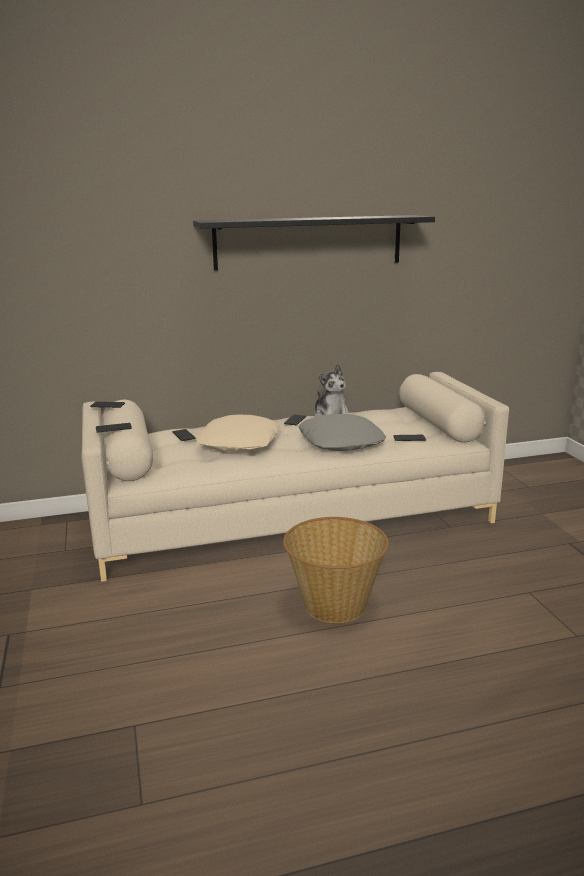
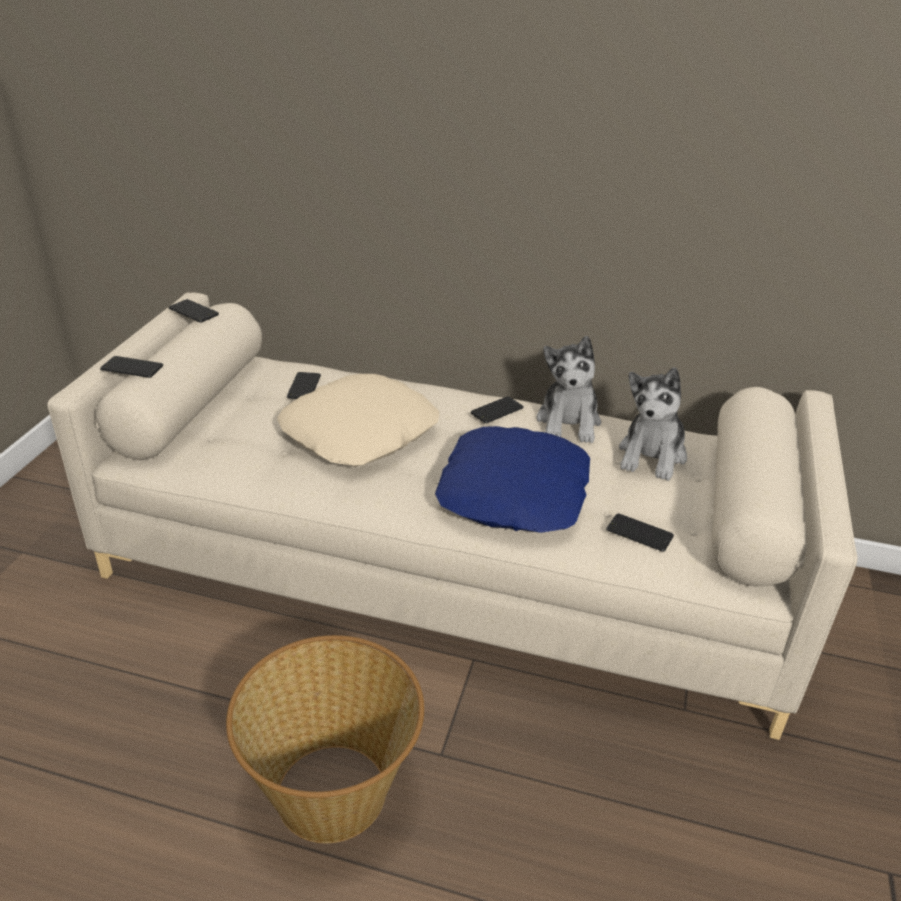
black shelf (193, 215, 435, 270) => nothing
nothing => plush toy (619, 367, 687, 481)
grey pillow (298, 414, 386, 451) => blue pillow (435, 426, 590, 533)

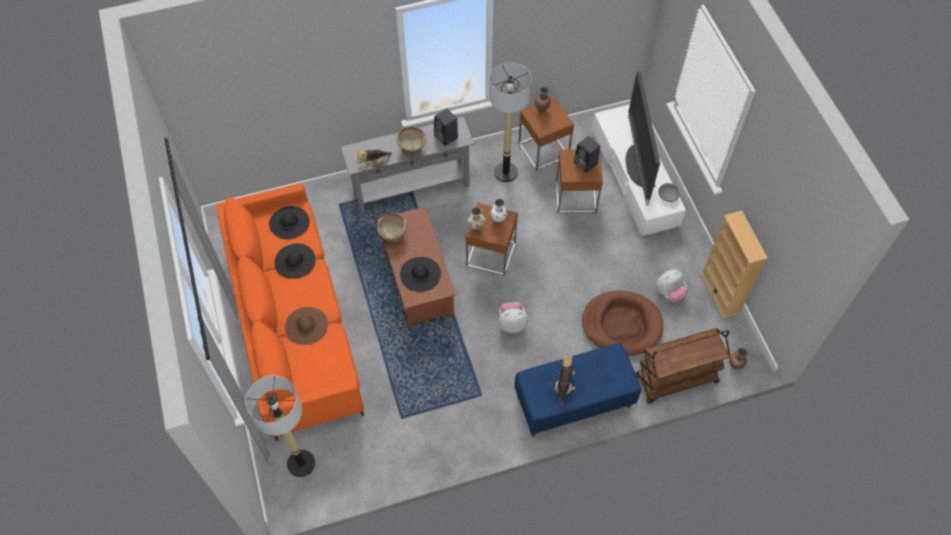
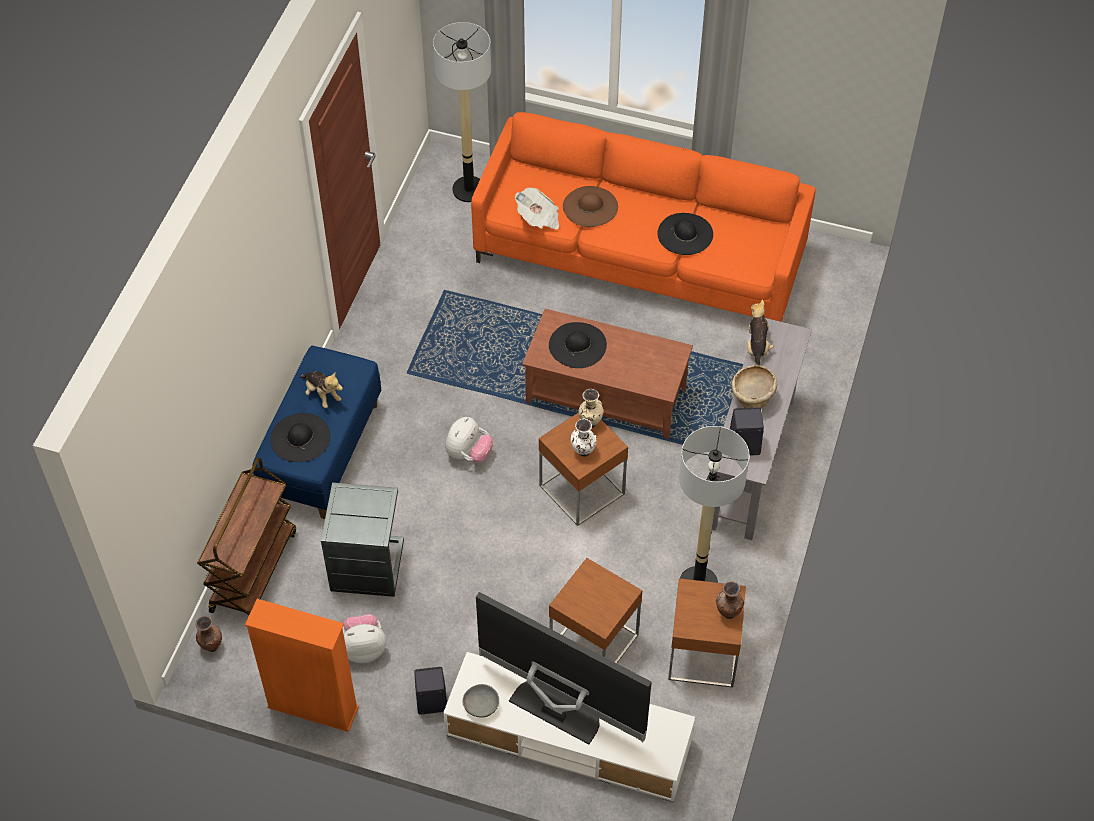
beige bowl (377, 213, 407, 243) => nothing
nothing => newspaper (515, 188, 559, 229)
black hat (269, 206, 310, 239) => black hat (270, 413, 330, 462), move
black speaker (574, 136, 600, 173) => black speaker (414, 667, 447, 715), move
brown dog bed (582, 291, 663, 356) => grey side table (321, 482, 404, 597)
beige bookcase (701, 210, 768, 318) => orange bookcase (245, 599, 359, 732)
plush toy (656, 269, 688, 303) => plush toy (342, 614, 386, 663), 75 degrees clockwise

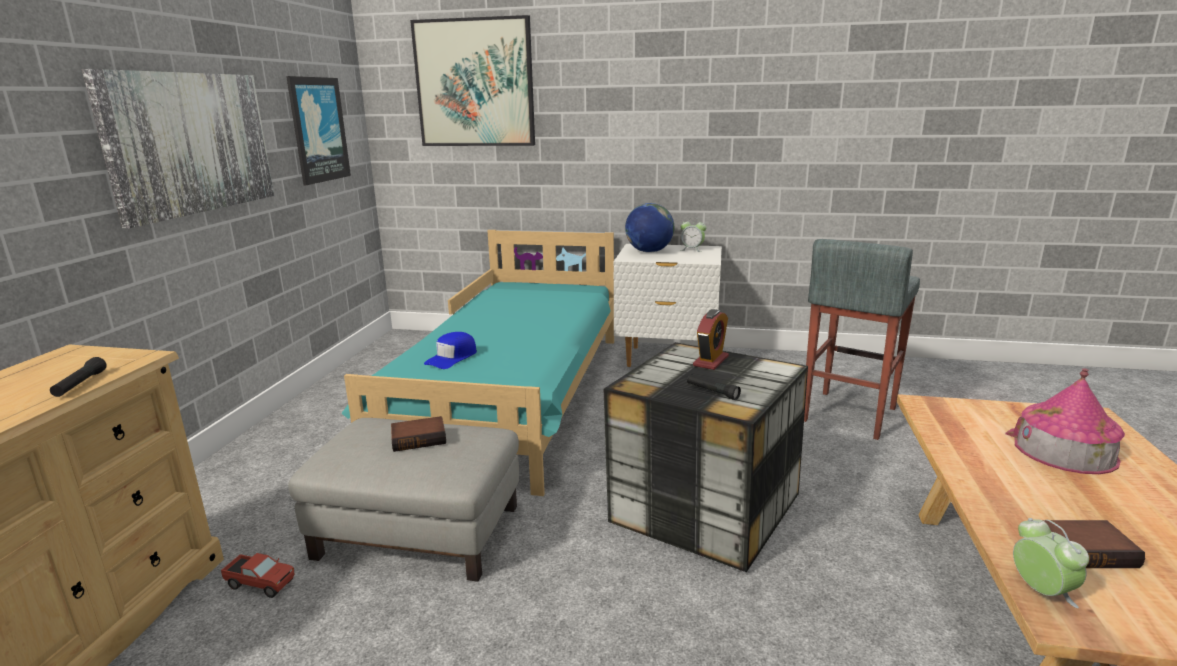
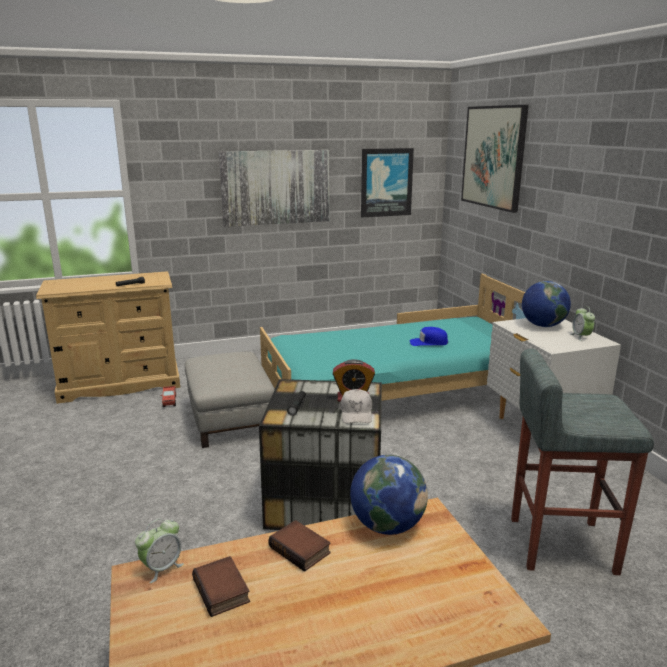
toy house (1005, 368, 1125, 474) => nothing
nothing => white cap (340, 389, 372, 423)
nothing => globe (350, 455, 428, 535)
book (391, 416, 446, 452) => book (268, 520, 331, 572), move
blue cap (424, 332, 477, 369) => blue cap (410, 327, 448, 346), move

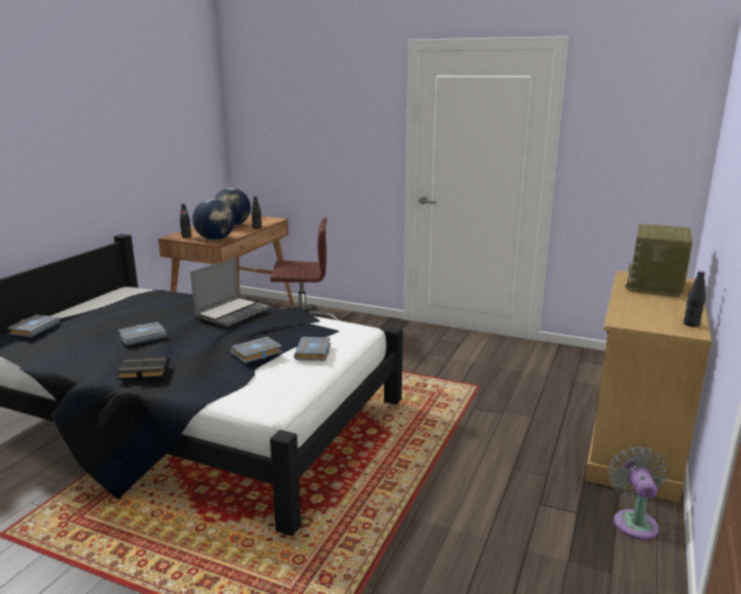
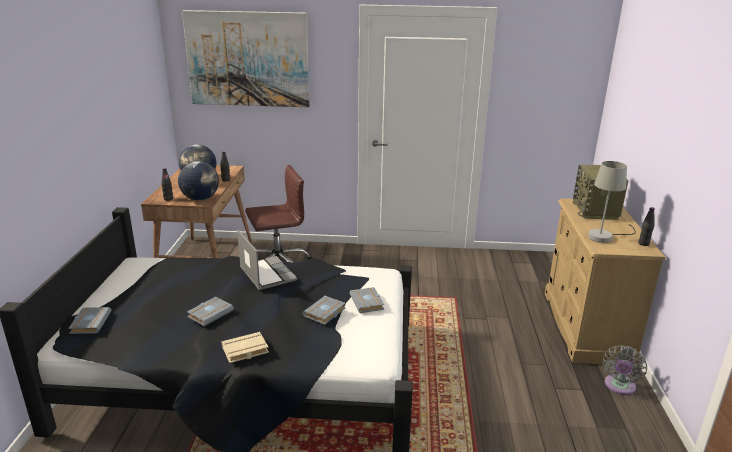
nothing => picture (182, 10, 309, 107)
nothing => grey table lamp (588, 161, 636, 243)
black book (116, 356, 169, 380) => beige book (221, 332, 269, 363)
laptop (190, 257, 269, 327) => laptop (237, 230, 297, 290), 45 degrees counterclockwise
grey fan (608, 447, 668, 540) => grey fan (603, 345, 647, 395), 135 degrees counterclockwise

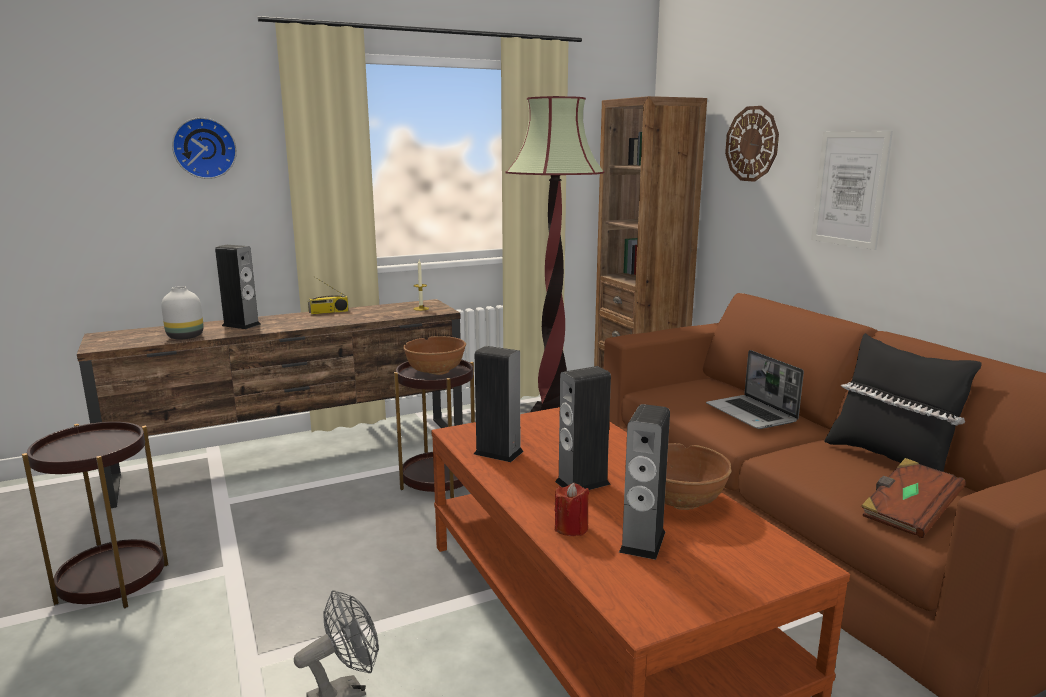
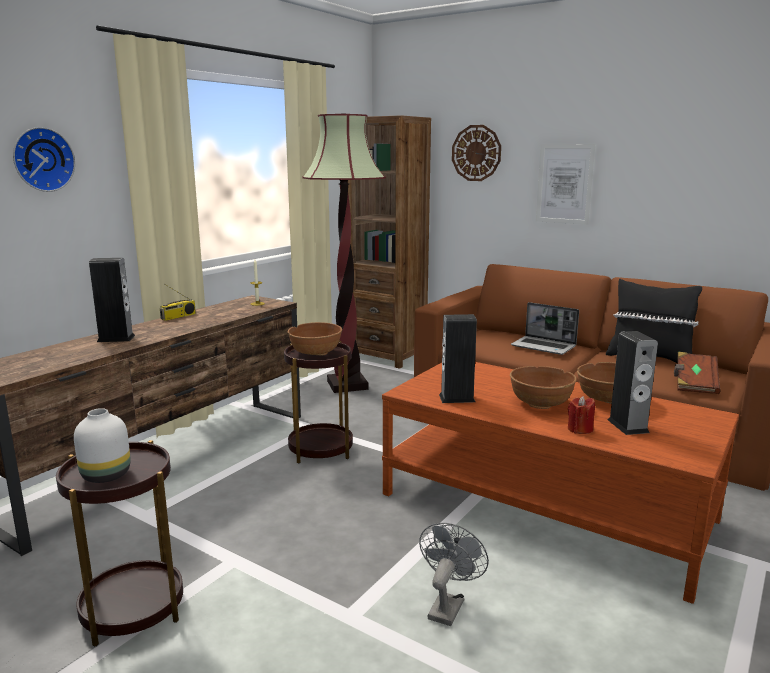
white vase (161, 286, 204, 339) => white vase (74, 408, 131, 483), move
speaker (555, 366, 611, 490) => brown bowl (510, 366, 577, 409)

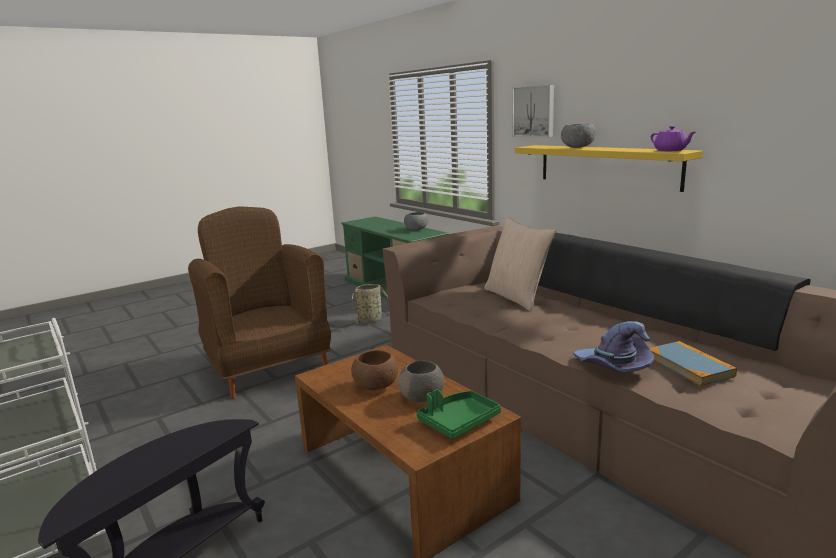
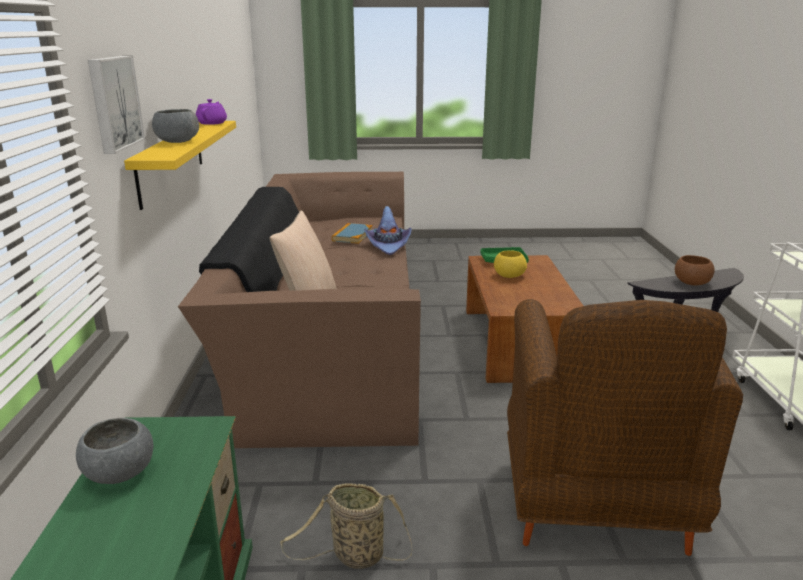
brown bowl (351, 350, 398, 390) => brown bowl (675, 255, 715, 285), move
grey bowl (398, 361, 444, 402) => yellow bowl (494, 250, 527, 278)

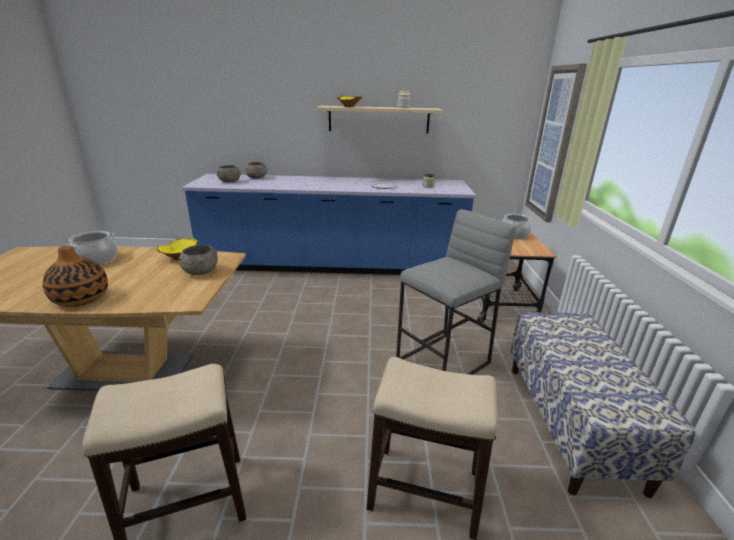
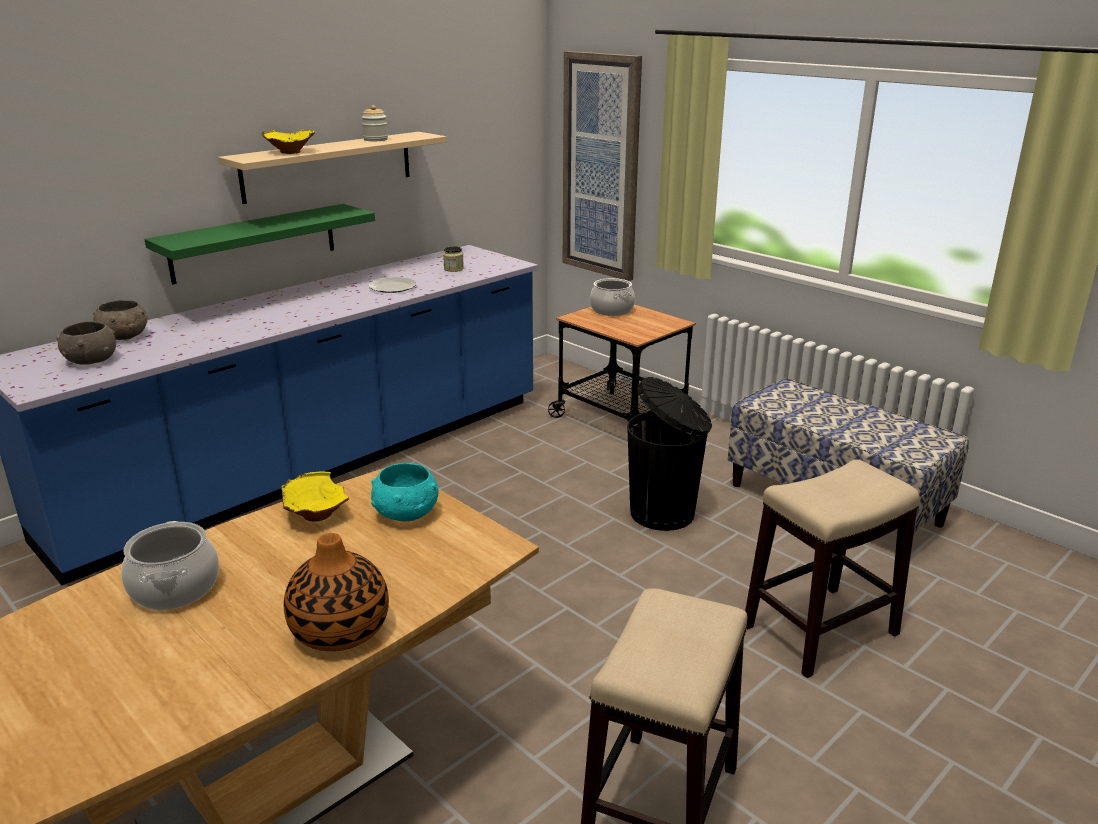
nothing => green shelf (144, 204, 375, 285)
grey stool (396, 209, 516, 375) => black trash can (627, 377, 712, 531)
grey bowl (179, 245, 218, 275) => turquoise bowl (371, 463, 438, 521)

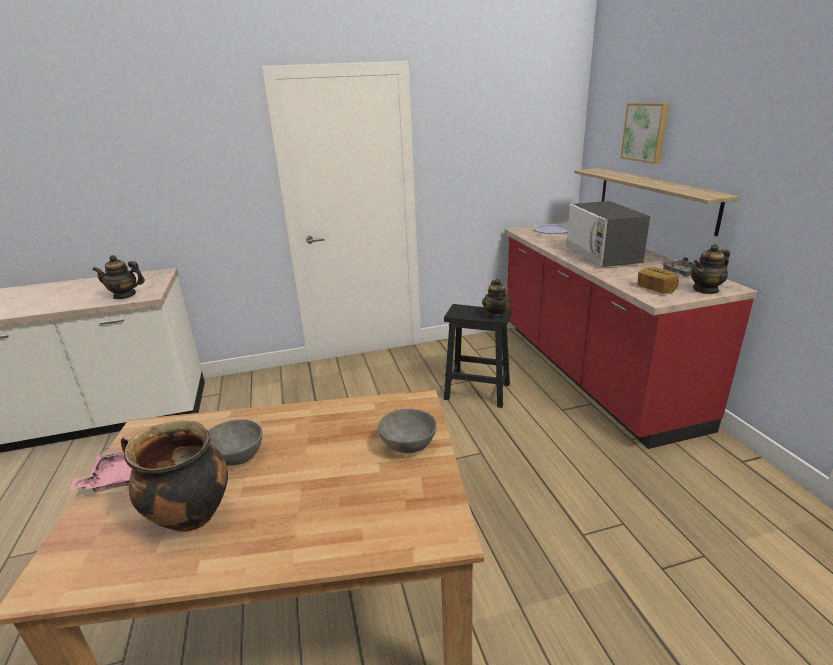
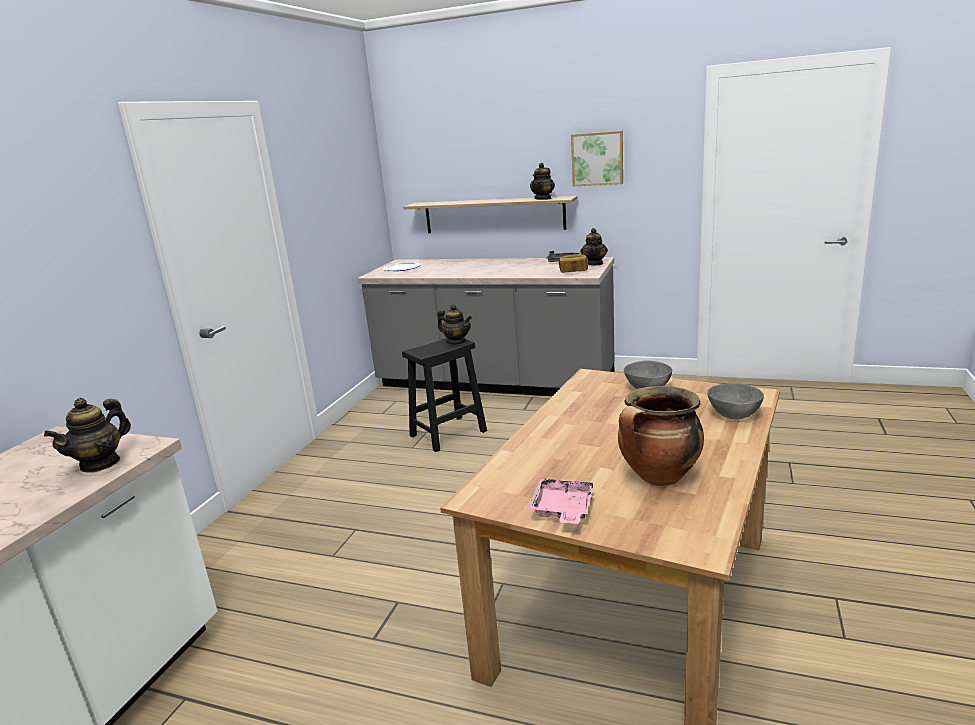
microwave (566, 201, 650, 267) => nothing
nothing => teapot (530, 163, 555, 200)
grey bowl (208, 419, 262, 466) => grey bowl (707, 383, 764, 419), move
picture (621, 103, 670, 164) => picture (571, 131, 623, 186), move
red counter (504, 222, 757, 449) => grey counter (357, 257, 614, 396)

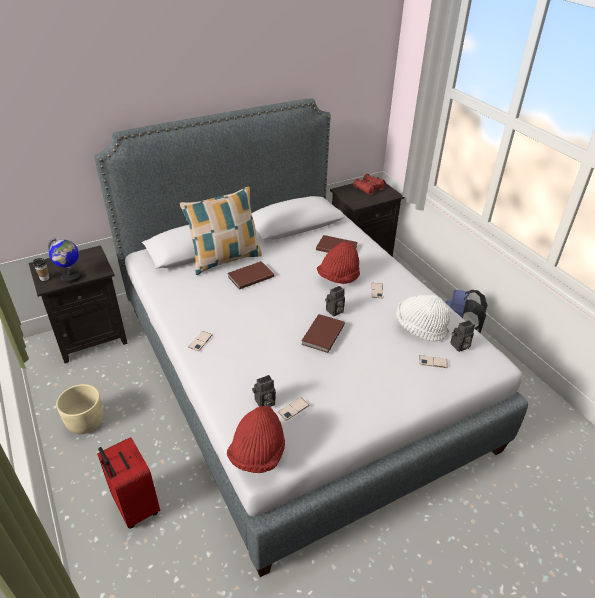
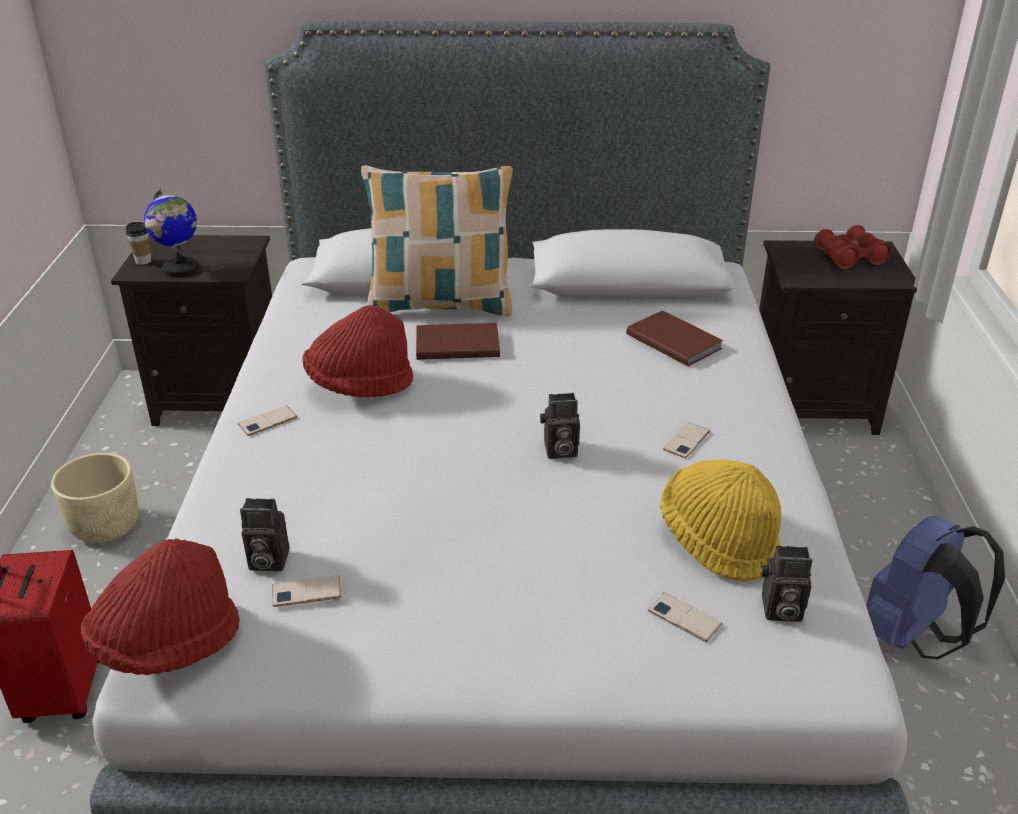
brown book (301, 314, 345, 353) => nothing
red hat (317, 242, 360, 284) => red hat (302, 305, 413, 398), move
white hat (396, 295, 451, 342) => yellow hat (660, 459, 781, 582)

